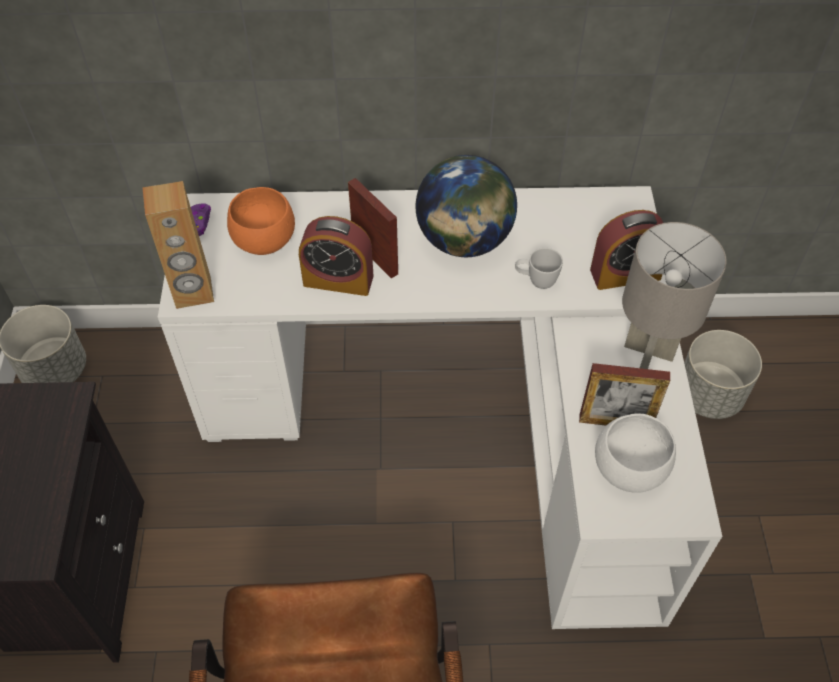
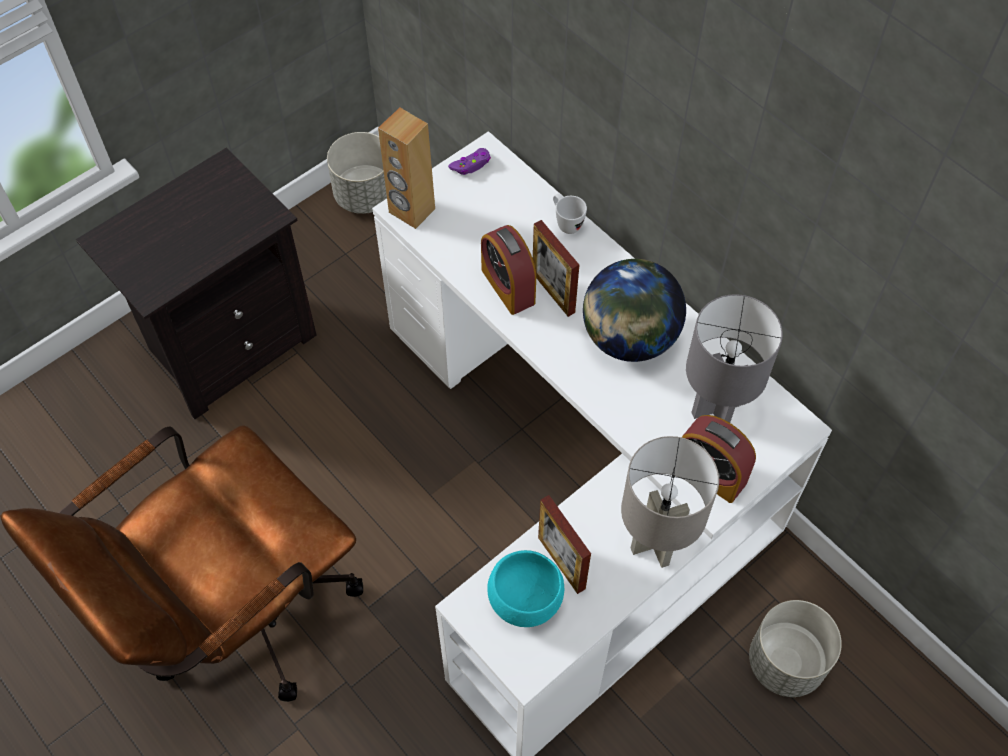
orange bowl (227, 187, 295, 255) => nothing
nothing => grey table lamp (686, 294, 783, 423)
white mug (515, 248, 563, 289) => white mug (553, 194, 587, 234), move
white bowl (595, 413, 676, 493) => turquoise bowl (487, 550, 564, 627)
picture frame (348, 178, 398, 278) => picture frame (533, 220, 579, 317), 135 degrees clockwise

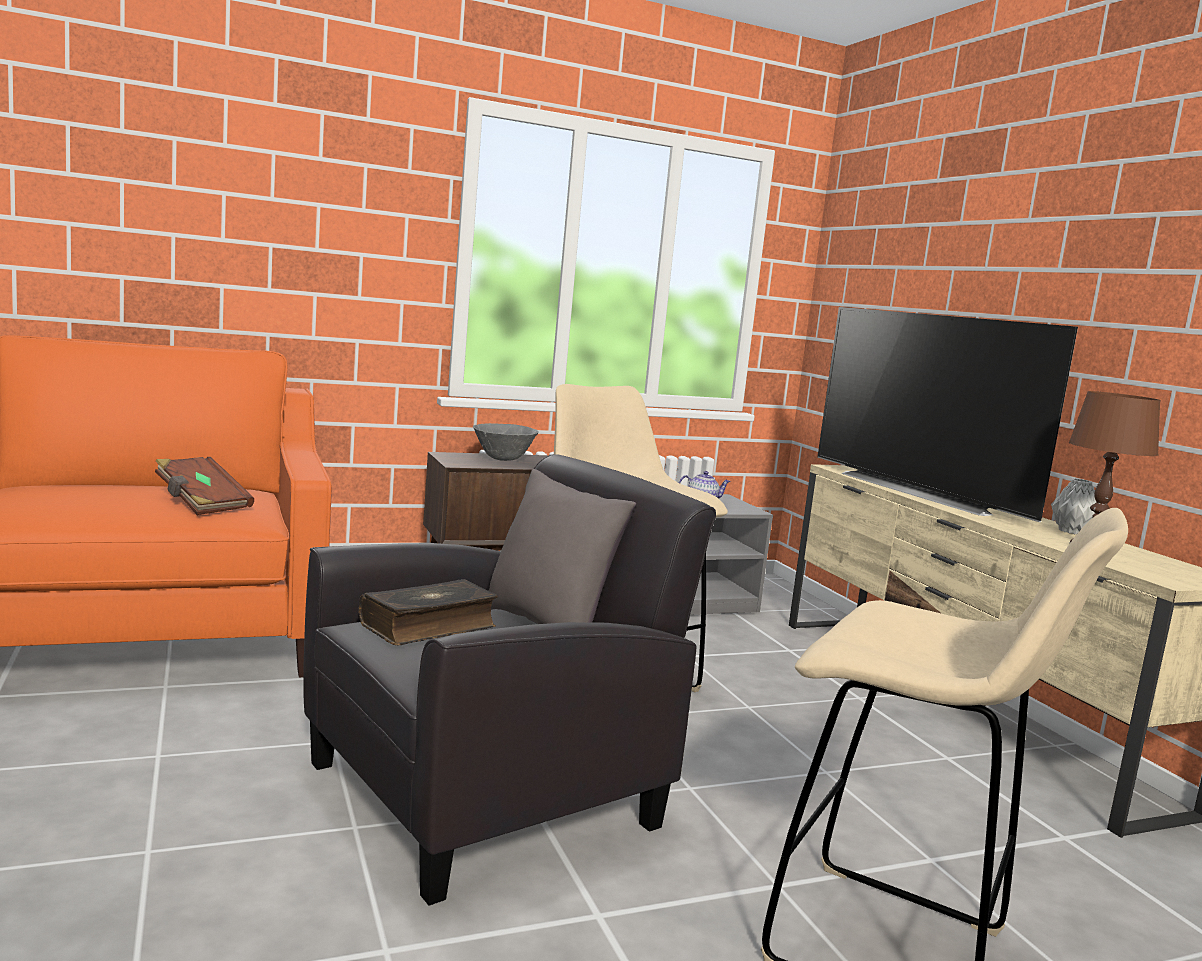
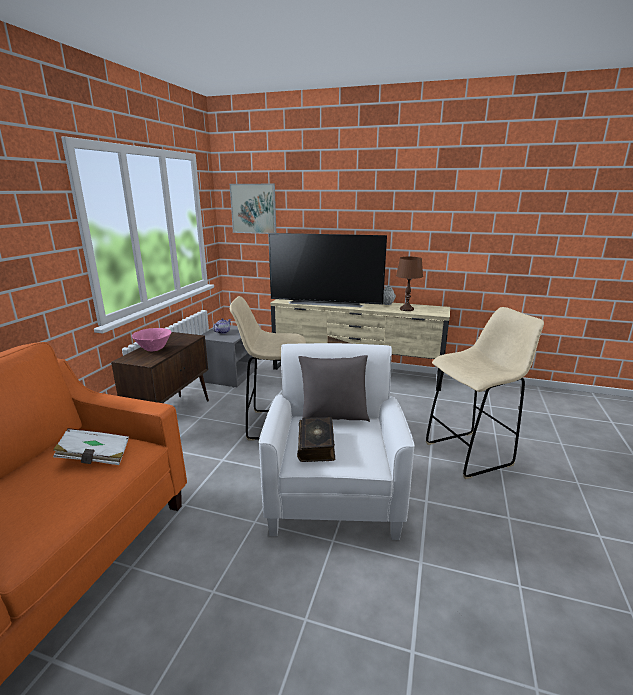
nothing => picture (230, 184, 276, 234)
brown book (155, 457, 254, 515) => white book (53, 428, 129, 465)
black armchair (303, 454, 716, 905) => white armchair (259, 343, 415, 540)
grey bowl (473, 423, 539, 461) => pink bowl (132, 328, 172, 351)

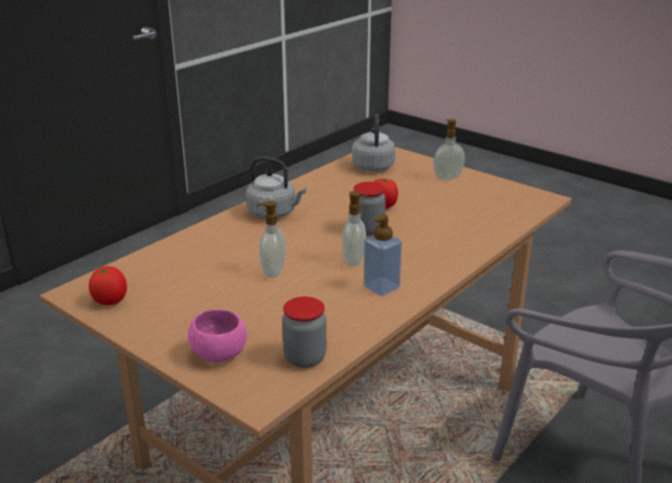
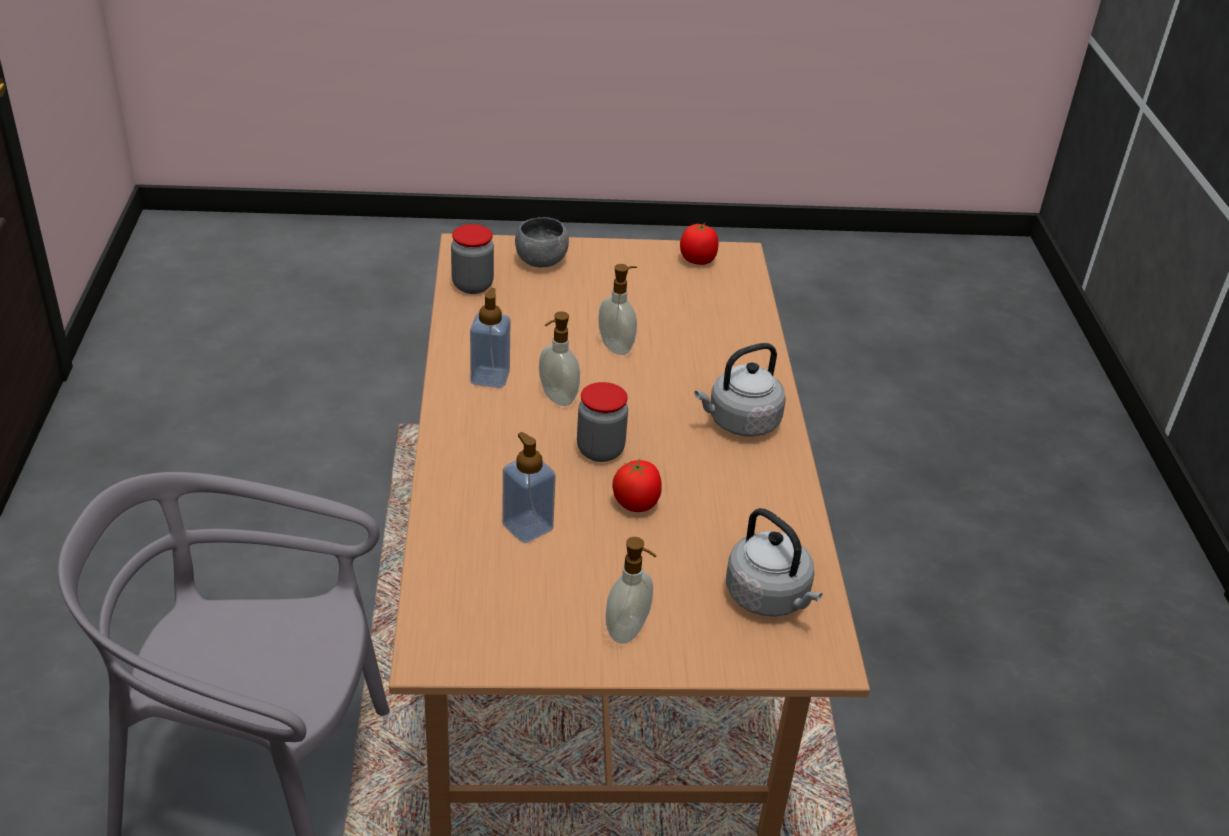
nothing => soap dispenser (502, 432, 556, 543)
pink bowl (188, 309, 247, 362) => grey bowl (515, 217, 569, 267)

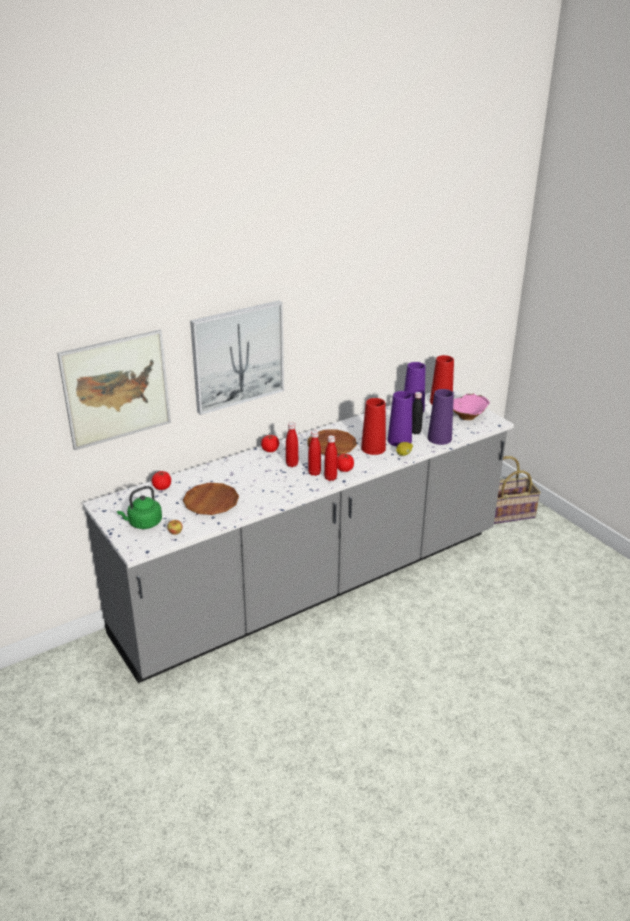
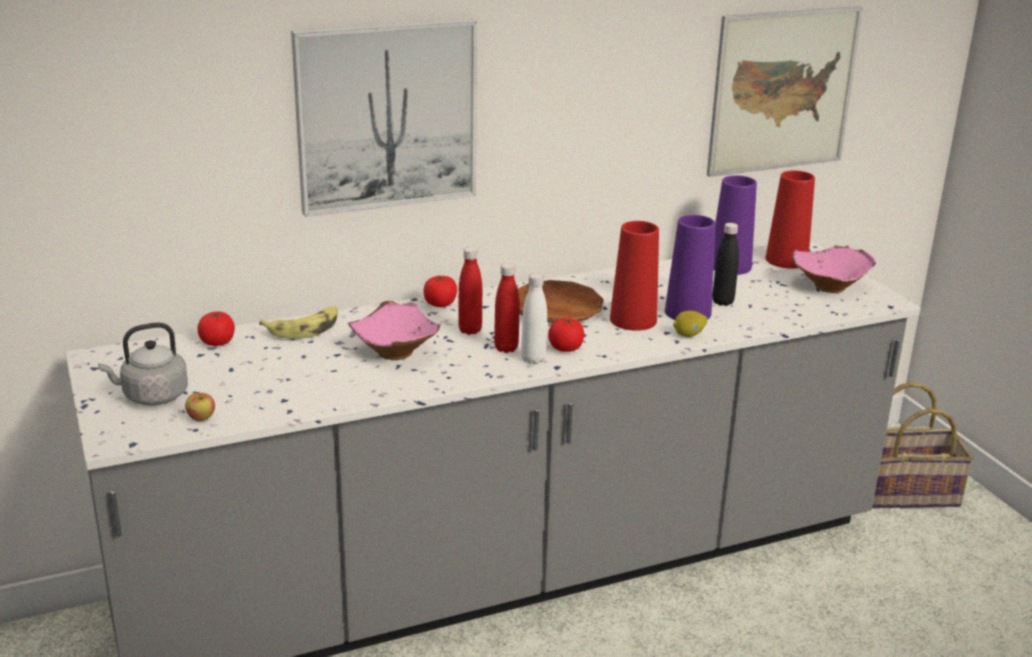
brown plate (183, 483, 239, 515) => nothing
purple vase (428, 389, 454, 445) => nothing
nothing => banana (259, 307, 338, 339)
nothing => pink bowl (348, 301, 441, 360)
picture (57, 330, 171, 450) => picture (707, 6, 863, 177), move
green kettle (117, 486, 162, 529) => grey kettle (98, 322, 188, 405)
red bottle (324, 435, 337, 481) => white bottle (521, 273, 547, 364)

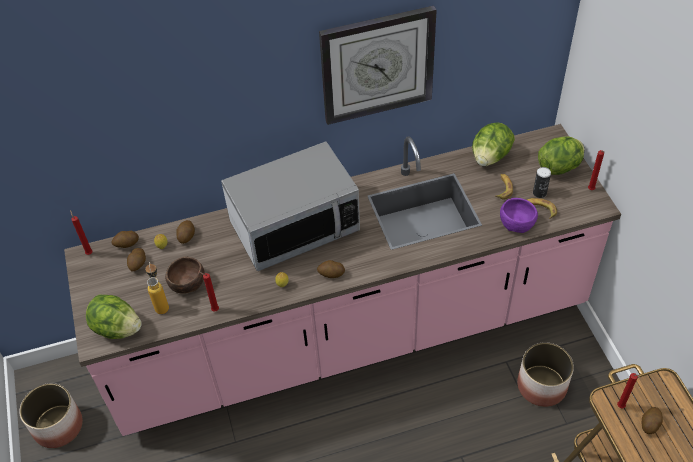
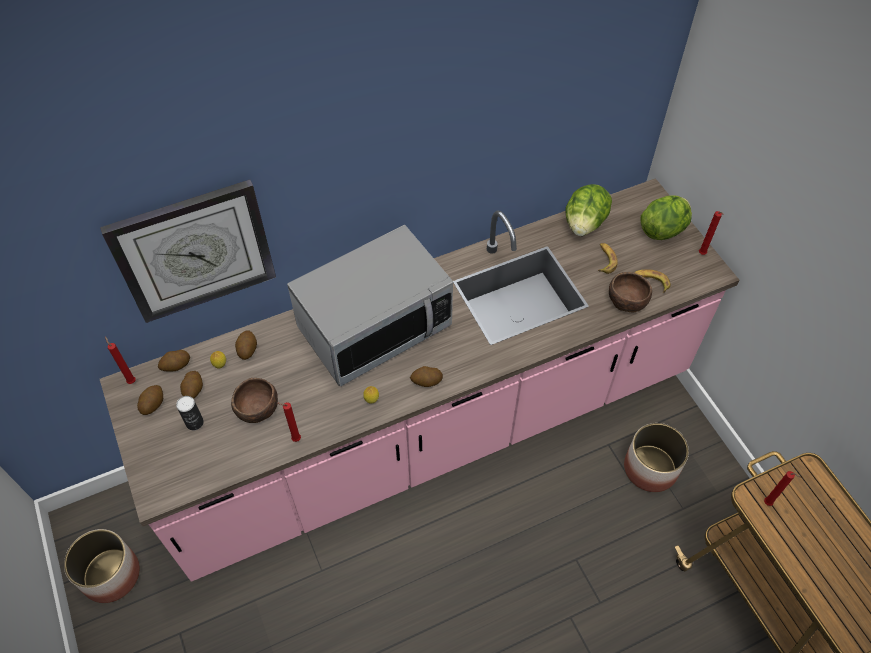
lettuce (86, 295, 142, 339) => nothing
bottle (145, 262, 169, 314) => nothing
wall clock (319, 6, 437, 125) => wall clock (100, 180, 276, 323), move
can (533, 167, 551, 198) => can (176, 396, 204, 430), move
potato (642, 407, 663, 434) => potato (137, 385, 163, 415), move
purple bowl (500, 198, 538, 233) => brown bowl (609, 272, 652, 312)

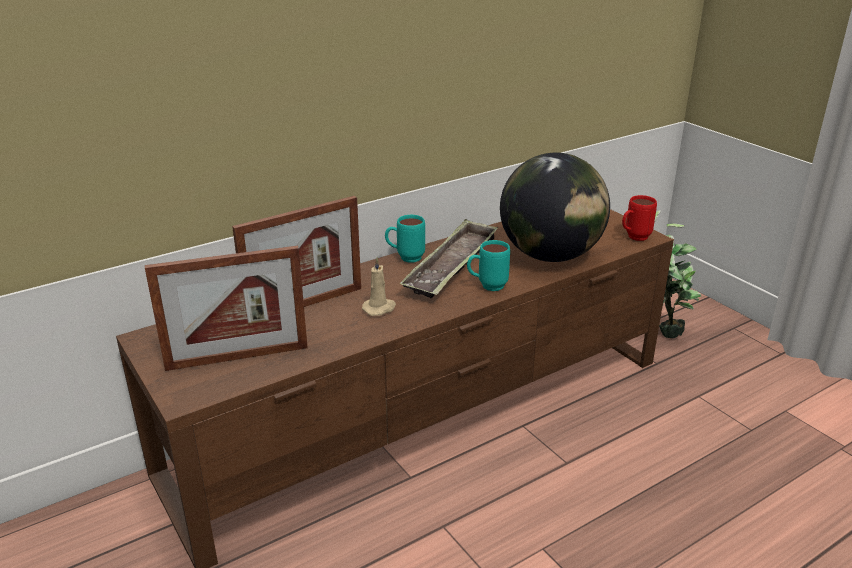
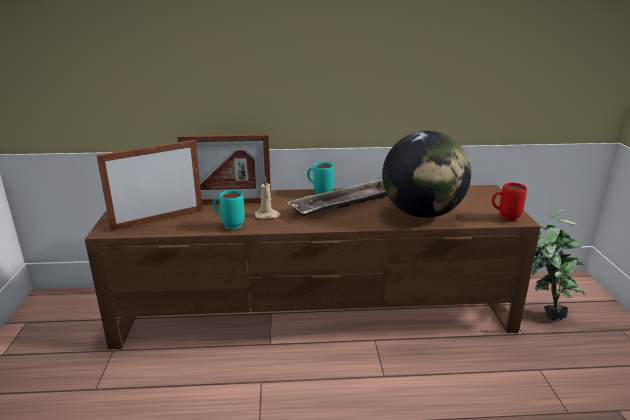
turquoise mug (467, 240, 510, 291) => turquoise mug (213, 190, 245, 230), move
picture frame (145, 246, 308, 371) => picture frame (96, 140, 203, 231), 135 degrees clockwise

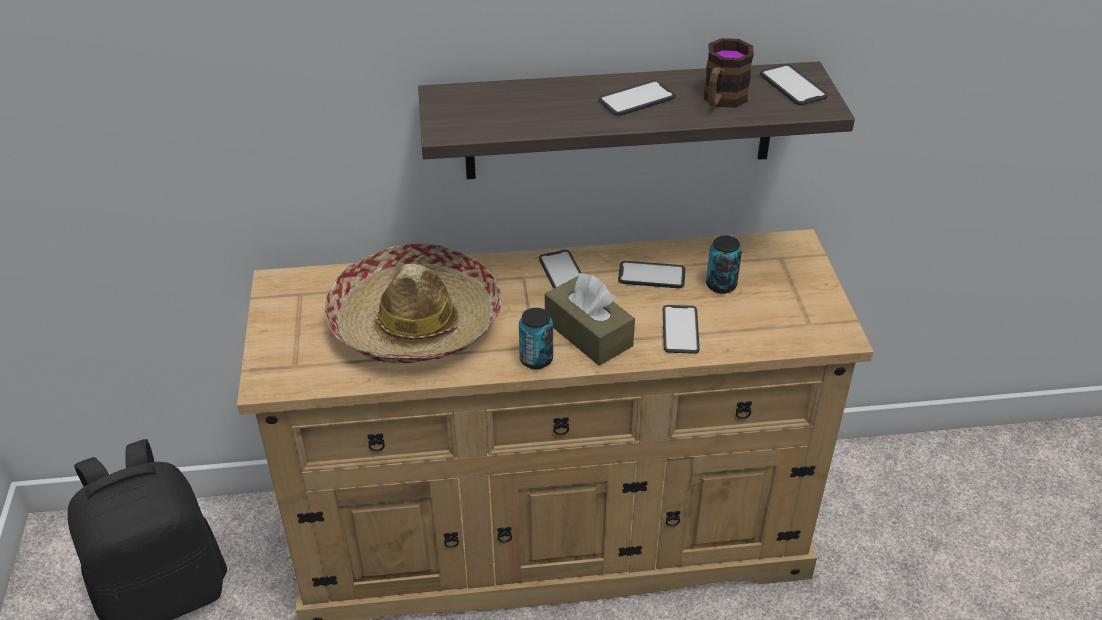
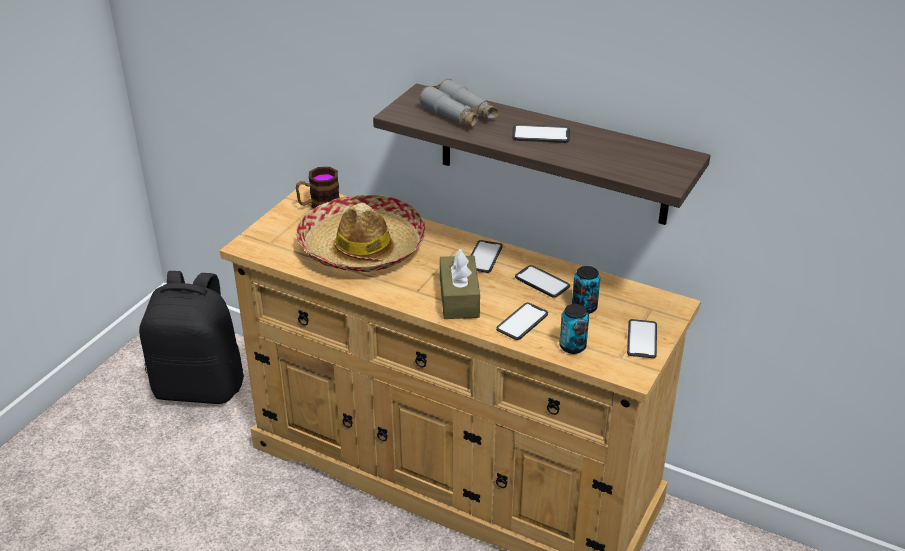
nothing => grey binoculars (420, 79, 499, 127)
can (519, 308, 553, 369) => can (559, 304, 589, 354), move
mug (704, 38, 754, 108) => mug (296, 167, 340, 209), move
phone (760, 64, 828, 105) => phone (627, 319, 657, 358), move

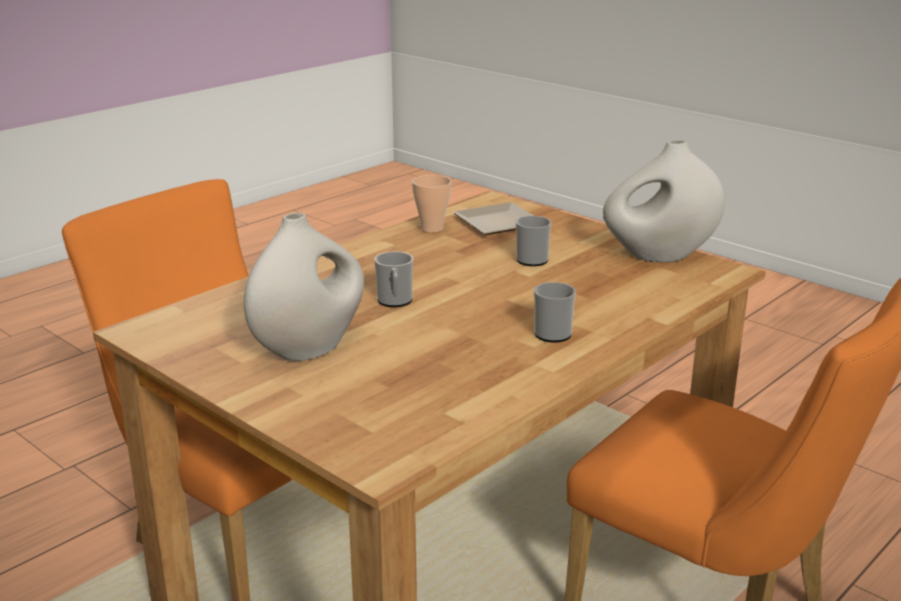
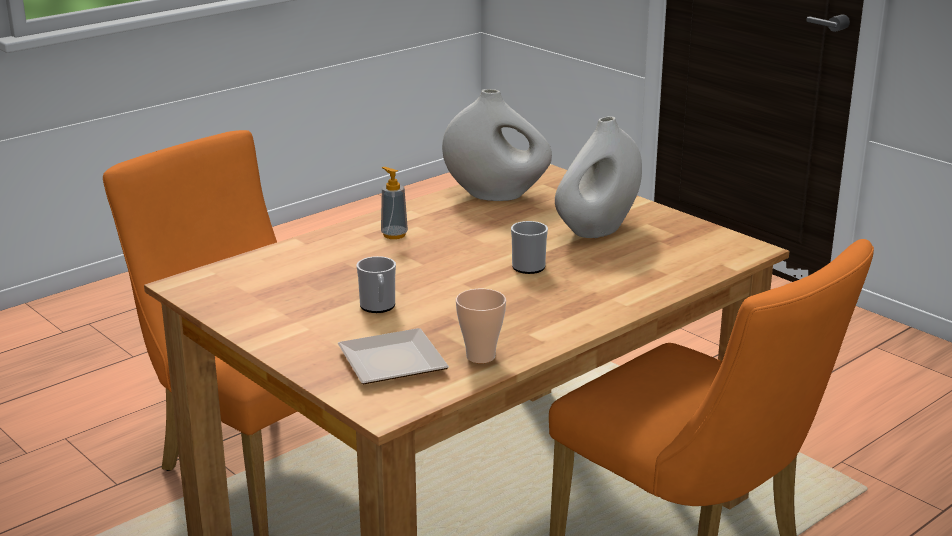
white vase (603, 140, 725, 262) => white vase (442, 89, 552, 201), move
mug (534, 282, 576, 343) => soap dispenser (381, 167, 408, 239)

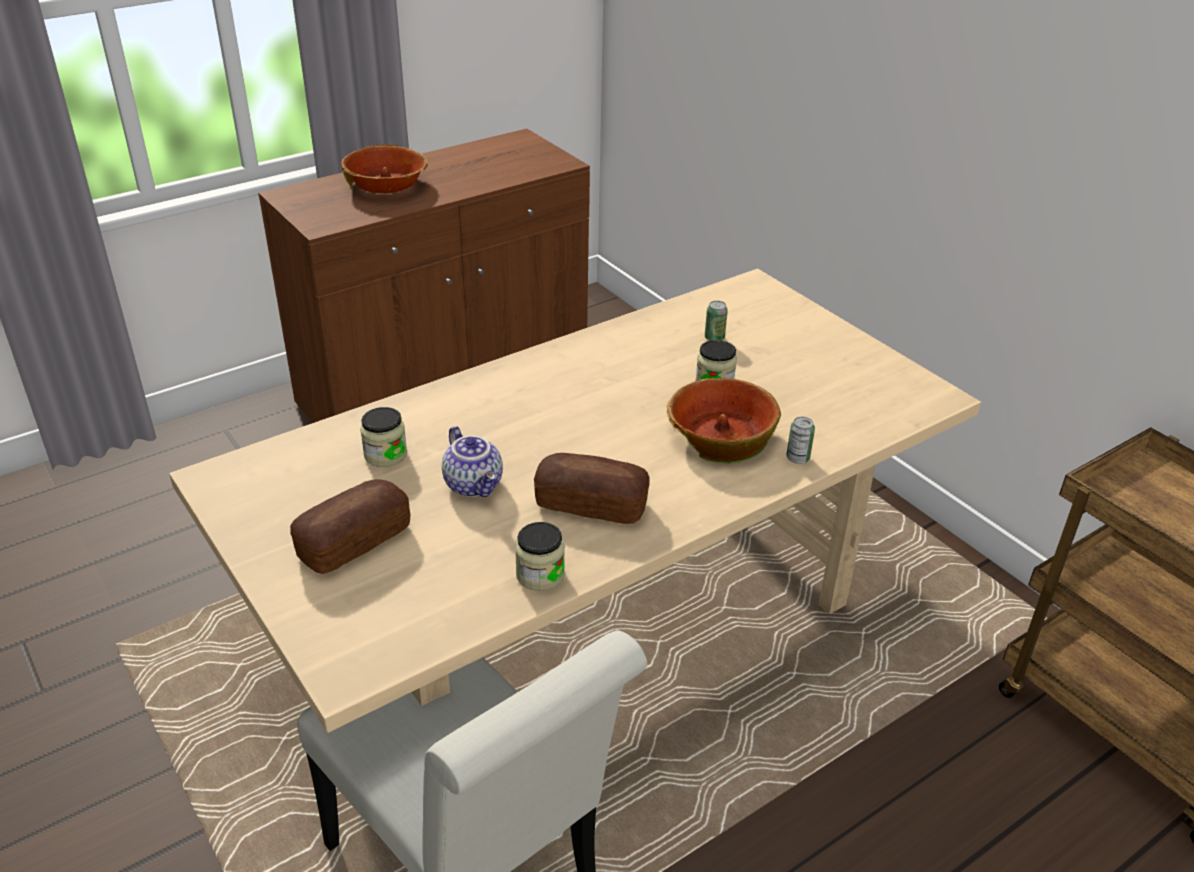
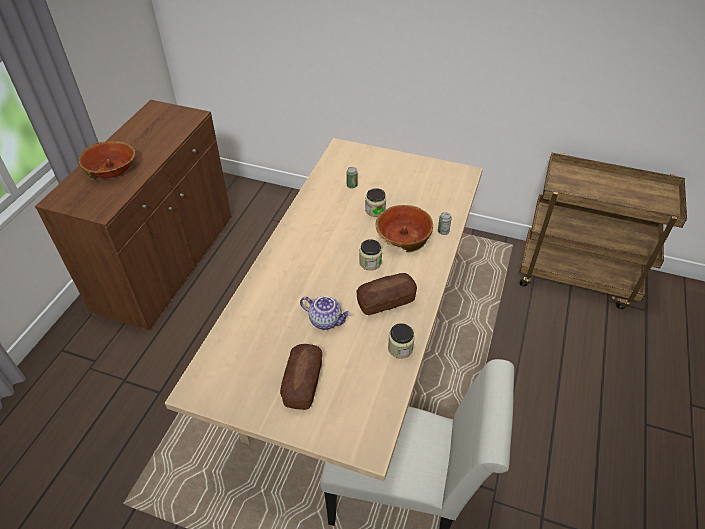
jar (360, 407, 407, 467) => jar (359, 239, 382, 271), move

